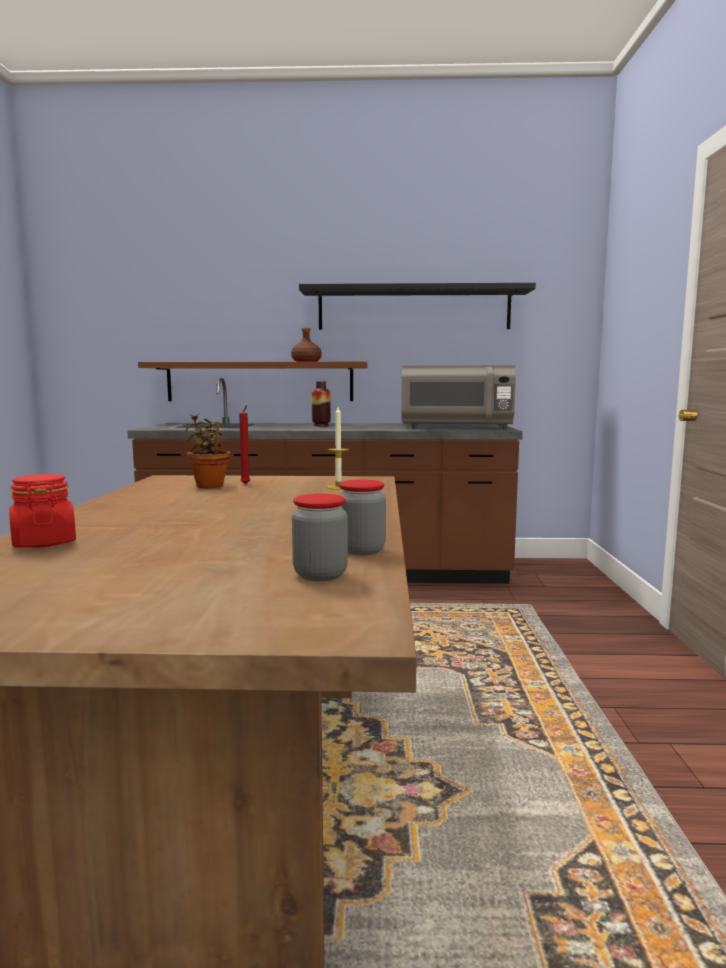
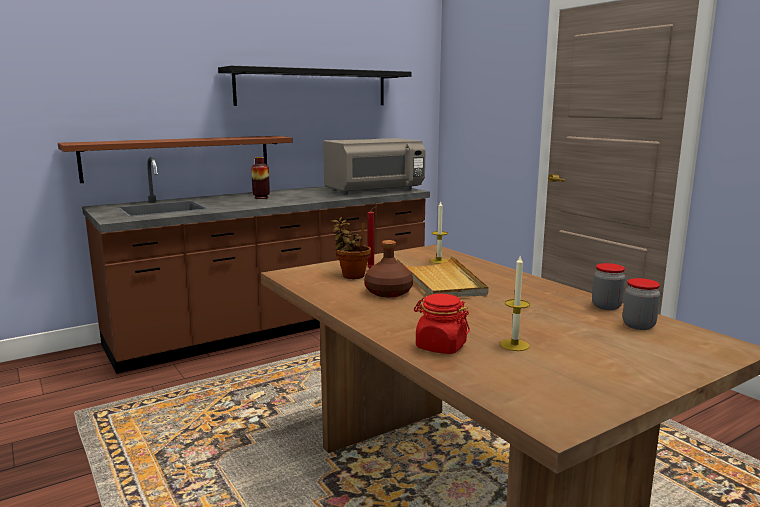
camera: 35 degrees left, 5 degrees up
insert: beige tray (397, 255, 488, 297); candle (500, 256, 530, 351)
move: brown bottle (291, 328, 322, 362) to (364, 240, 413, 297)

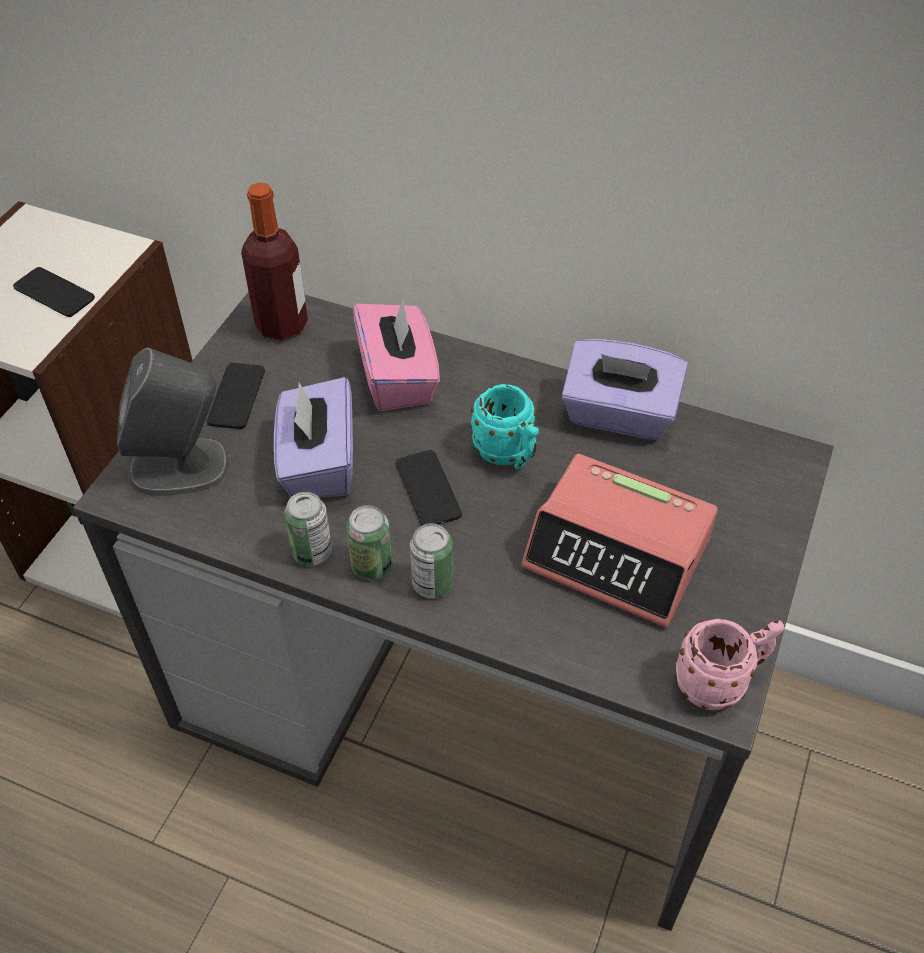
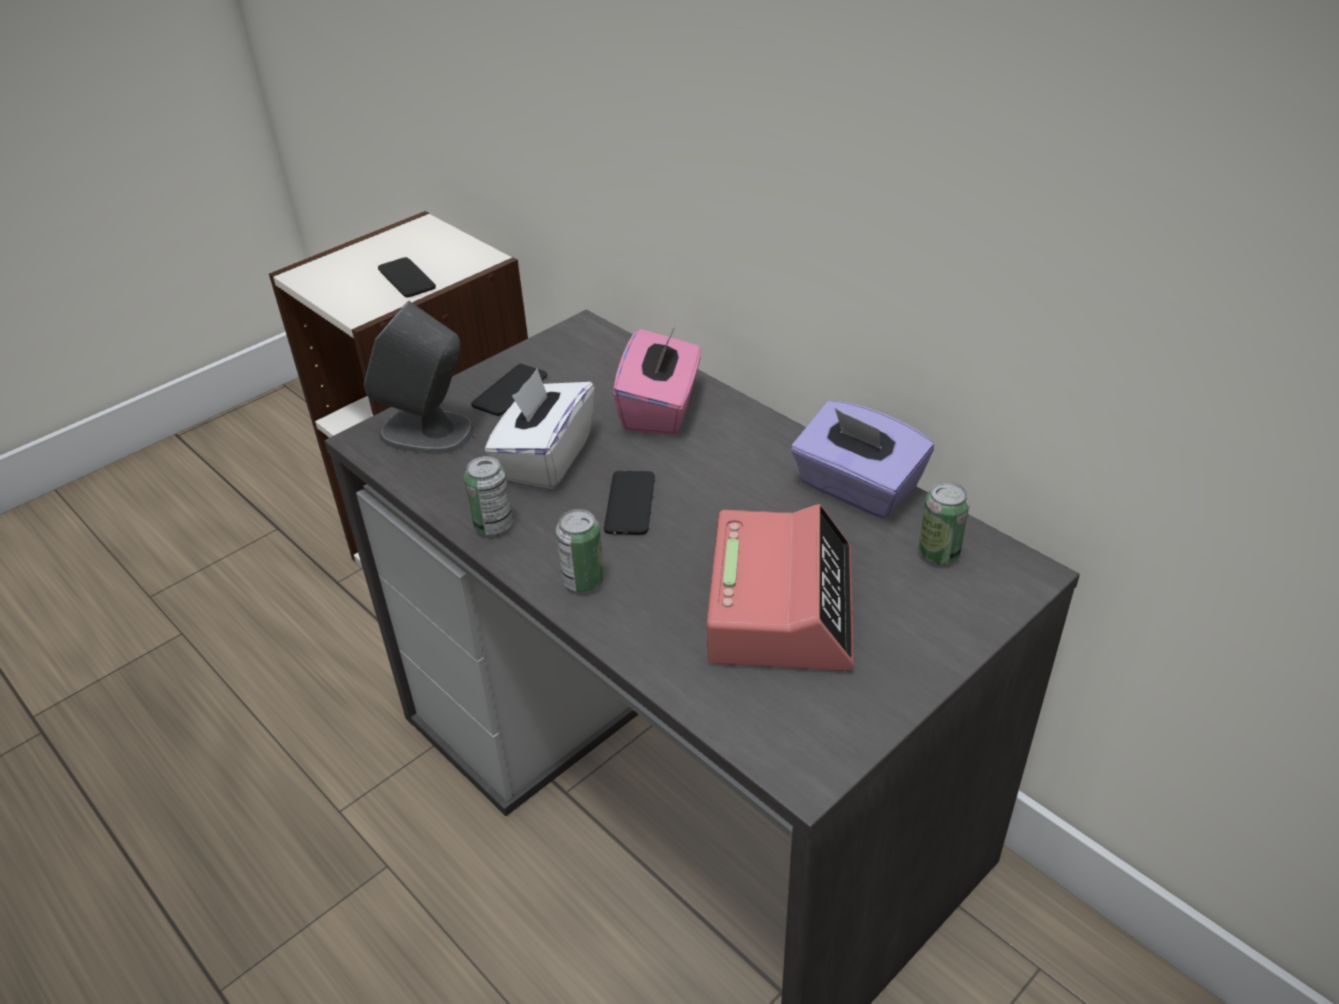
camera: 25 degrees right, 10 degrees down
delete: bottle (241, 182, 308, 341); turquoise mug (471, 384, 539, 469); pink mug (674, 619, 785, 710)
move: can (346, 505, 392, 580) to (918, 482, 970, 565)
recolor: purple tissue box (274, 377, 353, 497) to white tissue box (485, 369, 595, 489)
rotate: alarm clock (521, 454, 718, 628) = (706, 504, 854, 671) 135 degrees counterclockwise

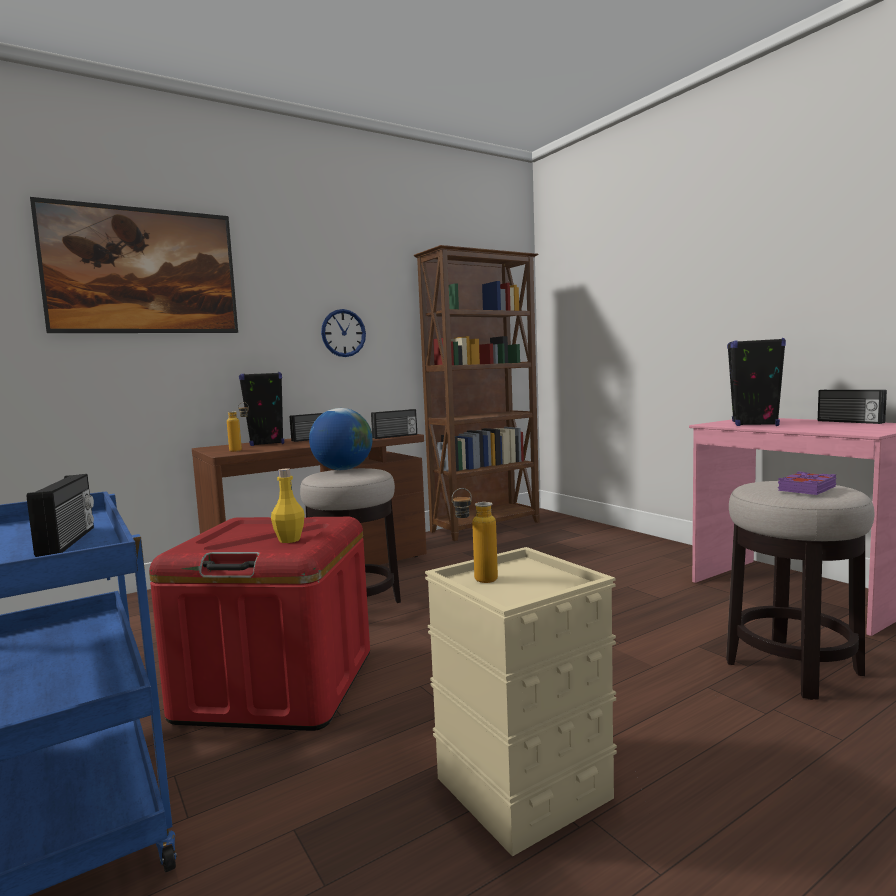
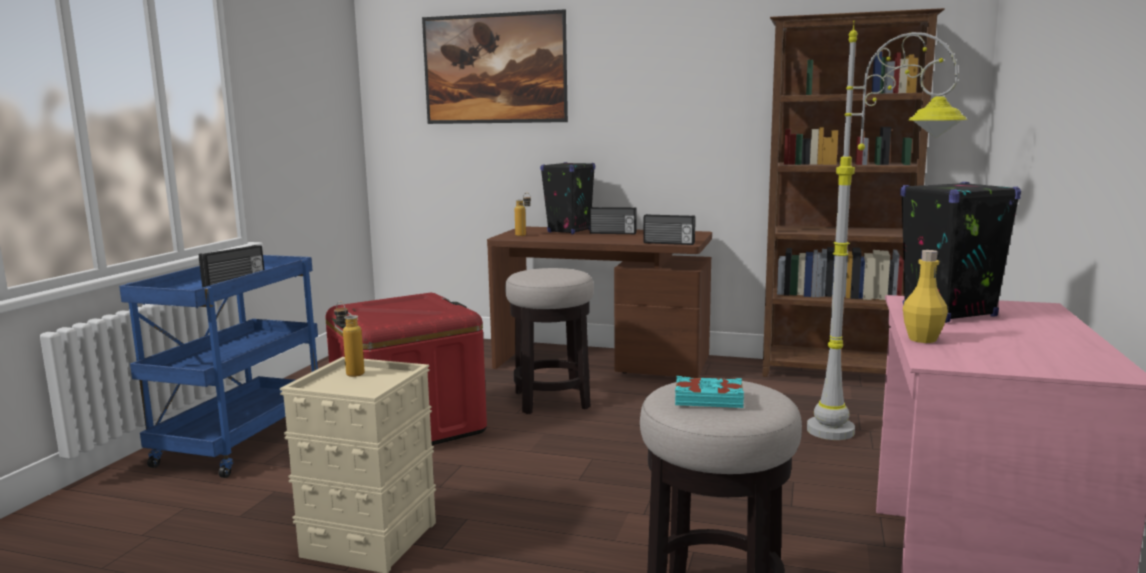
camera: 50 degrees right, 5 degrees up
delete: globe (309, 408, 373, 470); wall clock (321, 309, 366, 357); radio (818, 390, 887, 424)
insert: grey floor lamp (807, 21, 967, 440)
move: yellow bottle (271, 469, 305, 543) to (903, 250, 948, 343)
recolor: purple book (778, 471, 837, 495) to turquoise book (675, 376, 744, 408)

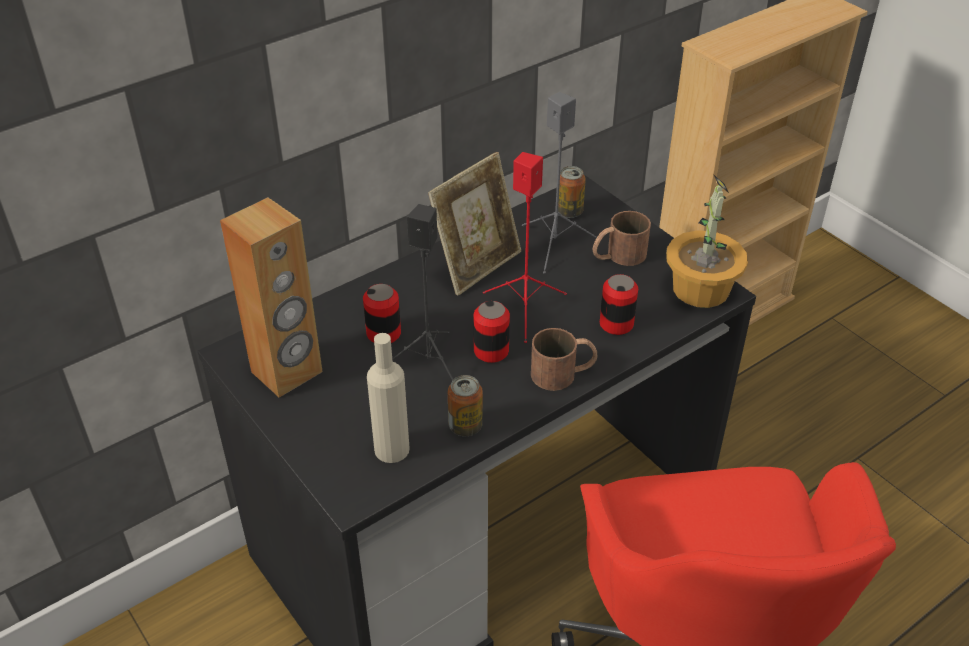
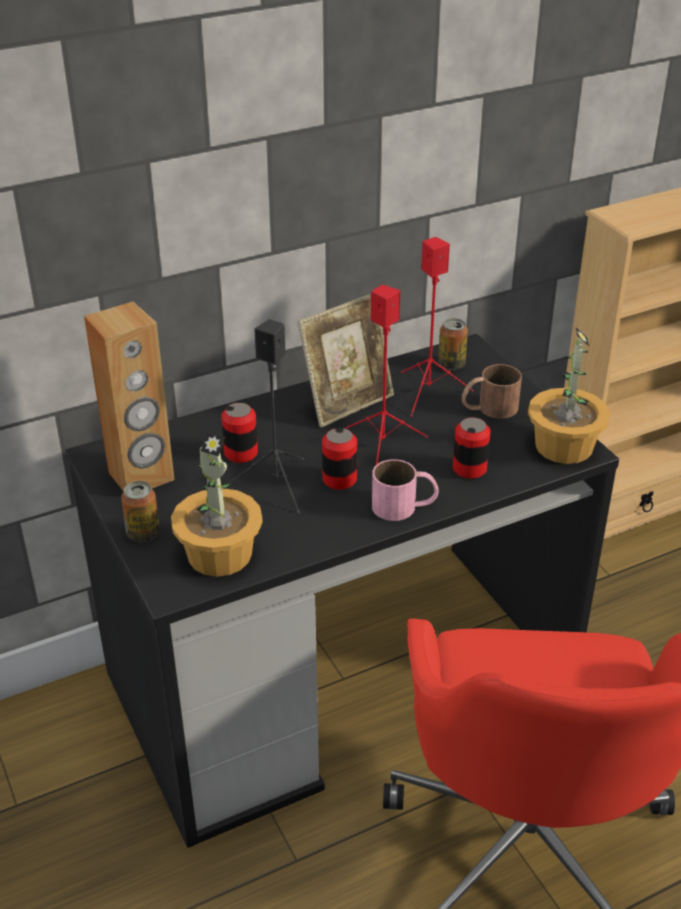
camera: 10 degrees right, 5 degrees down
move: can (448, 375, 483, 436) to (121, 481, 160, 542)
replace: beige bottle (367, 333, 410, 463) to potted plant (171, 432, 263, 577)
recolor: grey speaker (522, 92, 597, 274) to red speaker (401, 237, 474, 417); brown mug (531, 328, 597, 391) to pink mug (372, 459, 439, 521)

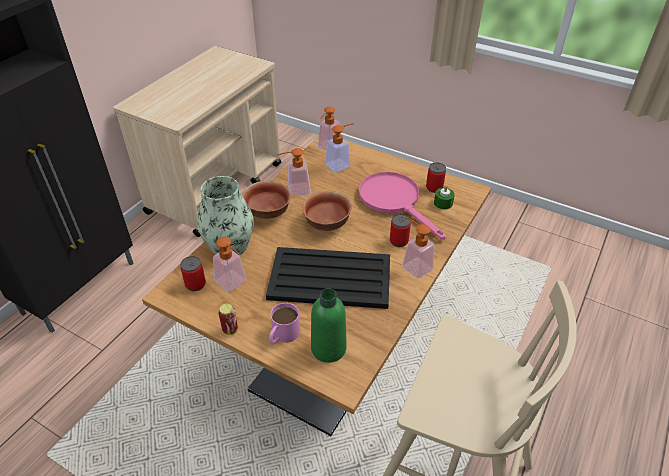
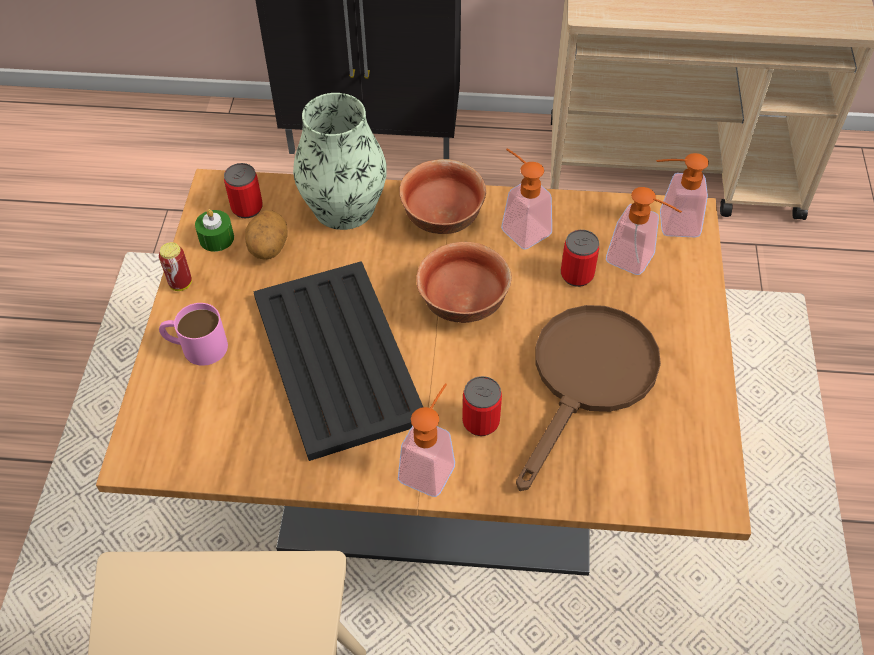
camera: 65 degrees right, 10 degrees up
delete: green bottle (311, 288, 347, 363)
move: can (426, 162, 446, 193) to (561, 230, 599, 287); green candle (434, 185, 455, 209) to (195, 209, 234, 252)
replace: soap dispenser (213, 237, 246, 292) to potato (245, 210, 287, 260)
recolor: pink frying pan (359, 172, 446, 240) to brown frying pan (516, 305, 661, 491)

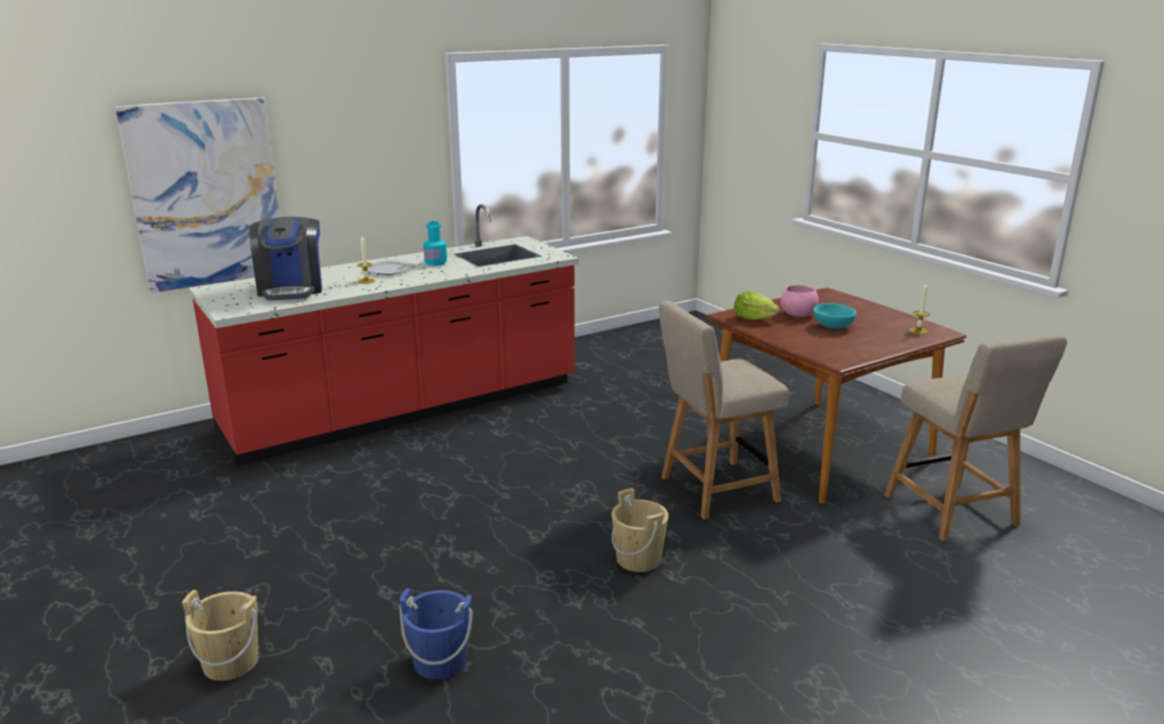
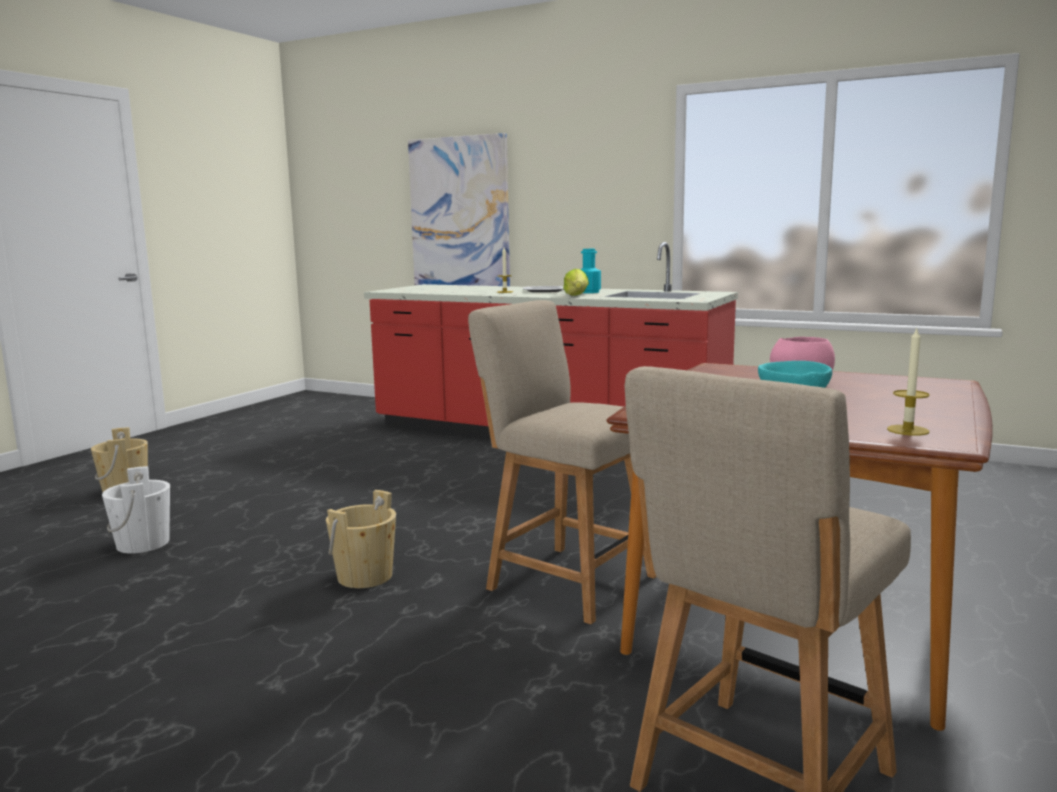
camera: 60 degrees right, 10 degrees down
delete: coffee machine (249, 217, 322, 300)
move: lettuce (734, 291, 779, 320) to (563, 269, 589, 296)
recolor: blue bucket (399, 588, 473, 679) to white bucket (102, 466, 170, 554)

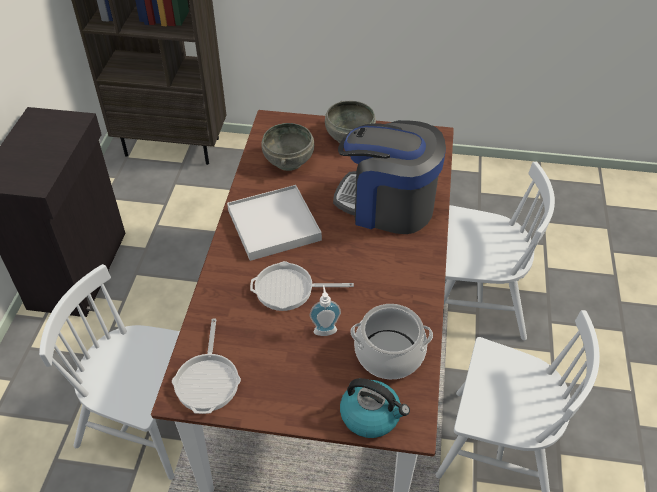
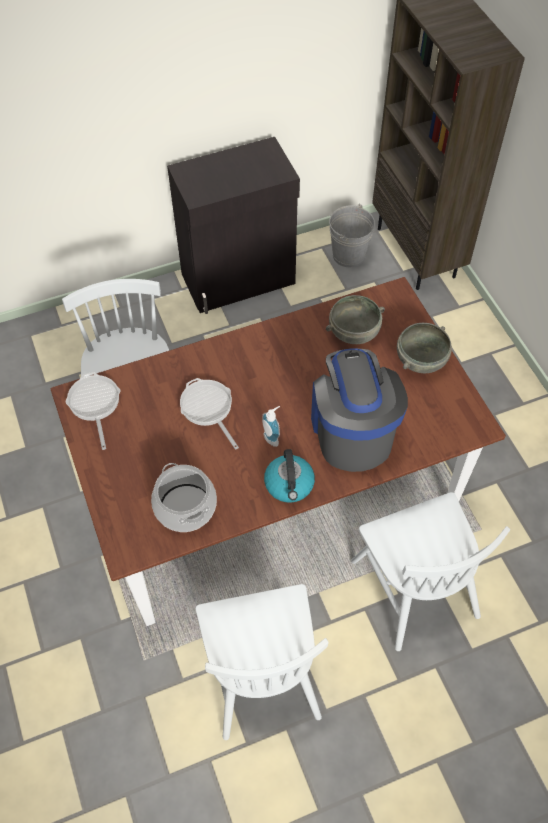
camera: 60 degrees right, 10 degrees up
delete: white tray (227, 185, 322, 261)
insert: grey bucket (329, 204, 375, 267)
move: soap dispenser (310, 285, 341, 336) to (262, 406, 280, 447); kettle (340, 378, 410, 438) to (264, 449, 315, 502)
rotate: frying pan (172, 318, 241, 414) = (65, 372, 120, 450) 105 degrees clockwise

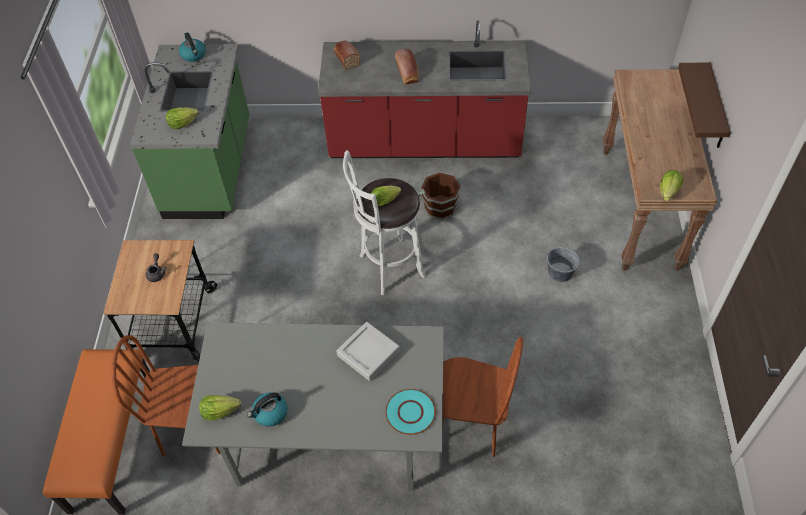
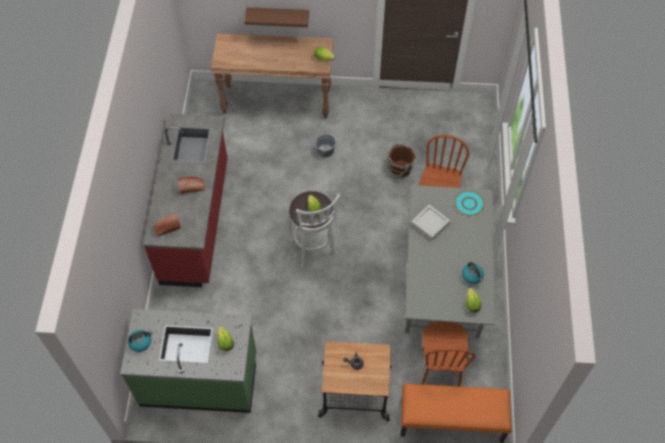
camera: 90 degrees left, 5 degrees up
move: brown bucket (418, 172, 462, 220) to (386, 143, 417, 178)

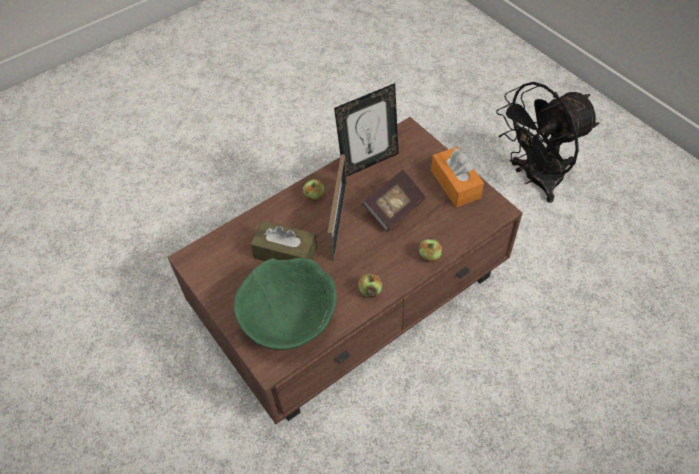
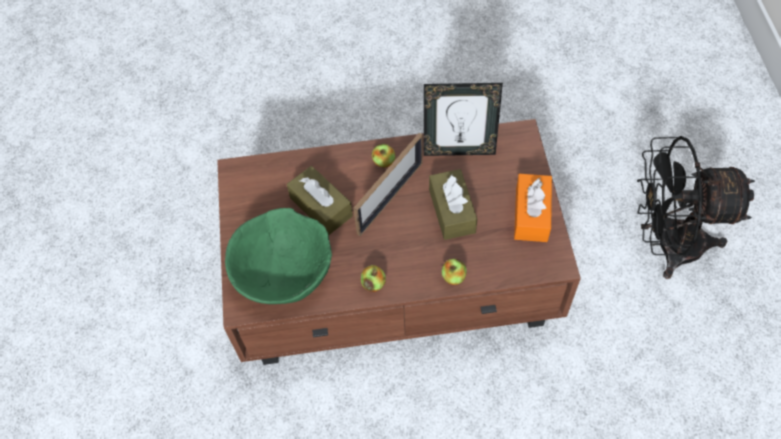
camera: 30 degrees right, 5 degrees up
replace: book (362, 169, 425, 232) to brown tissue box (429, 169, 477, 240)

